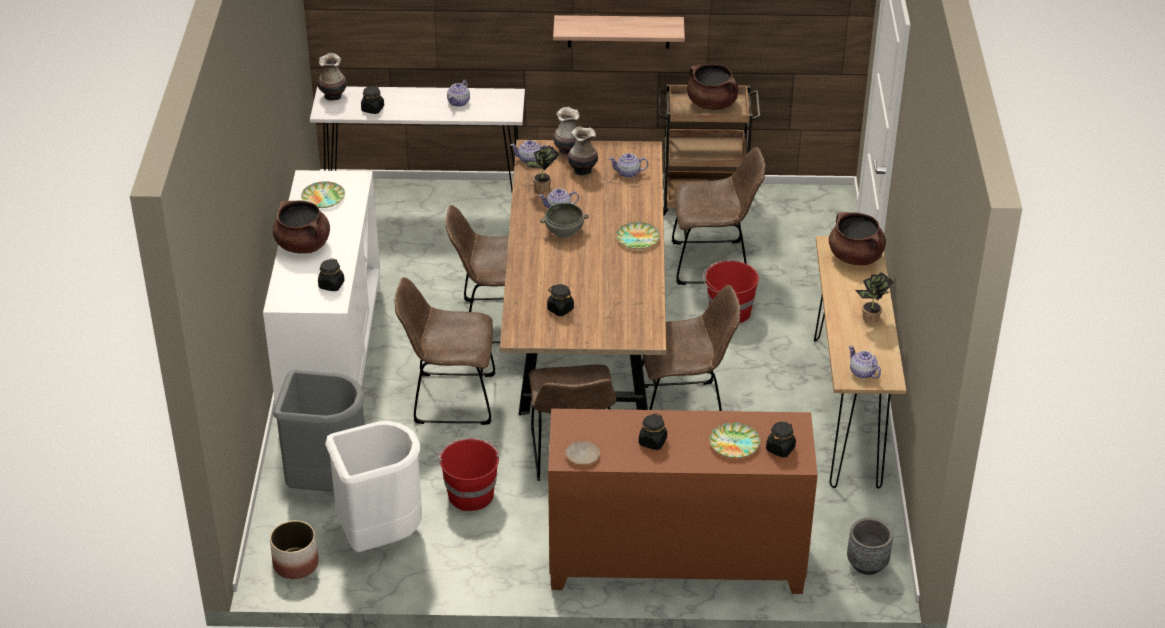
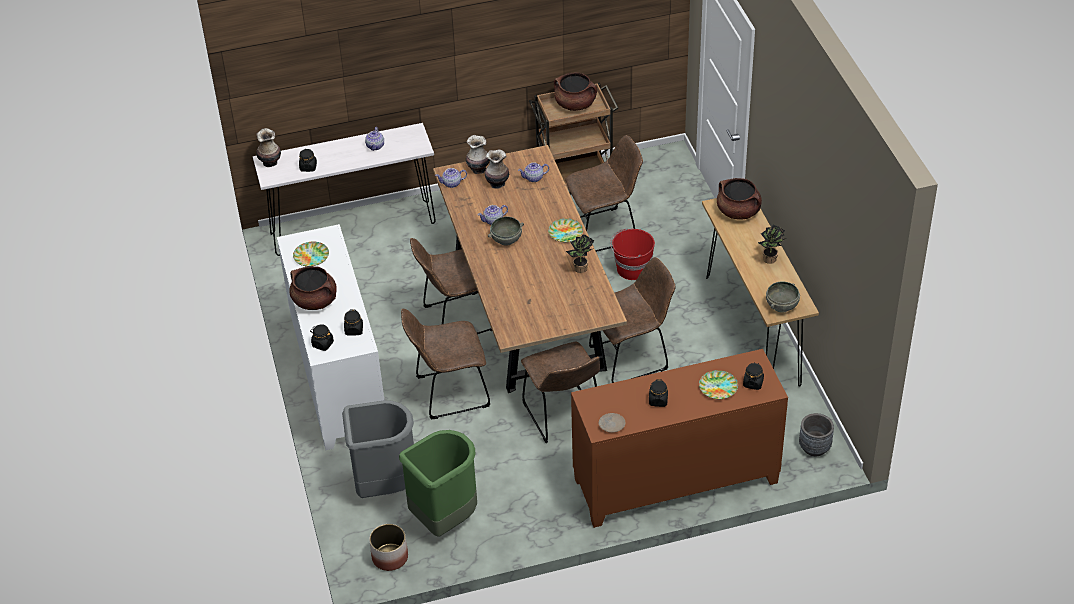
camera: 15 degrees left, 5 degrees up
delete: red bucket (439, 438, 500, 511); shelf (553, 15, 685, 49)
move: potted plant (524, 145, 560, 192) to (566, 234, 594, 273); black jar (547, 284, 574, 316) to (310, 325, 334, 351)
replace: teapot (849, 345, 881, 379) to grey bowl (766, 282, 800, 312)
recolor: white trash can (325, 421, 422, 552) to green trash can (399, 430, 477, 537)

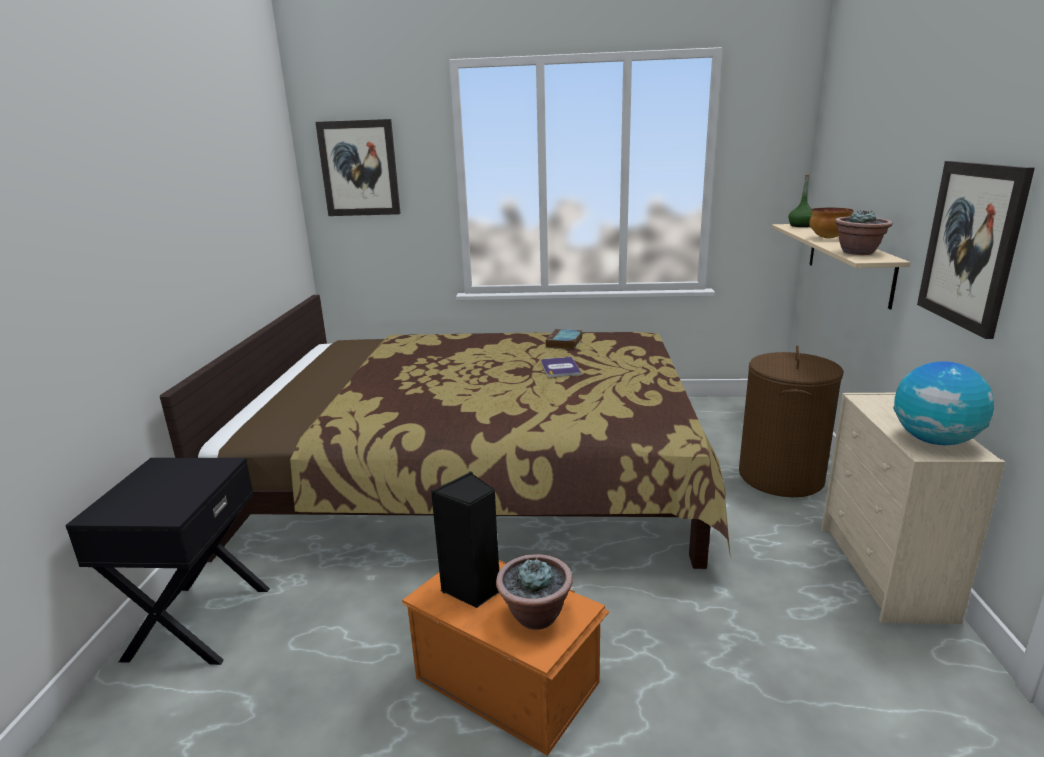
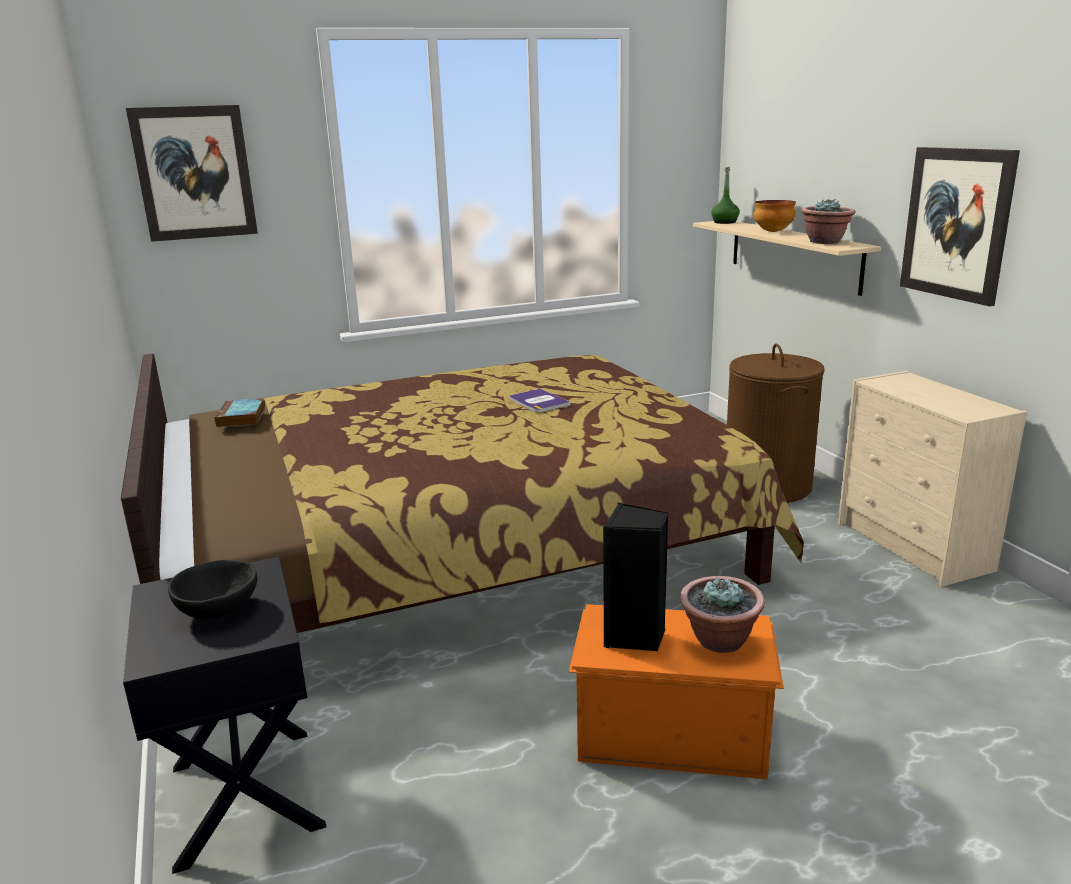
camera: 25 degrees left, 0 degrees up
delete: globe (893, 361, 994, 445)
insert: black bowl (168, 560, 257, 619)
move: book (545, 329, 583, 349) to (215, 398, 265, 427)

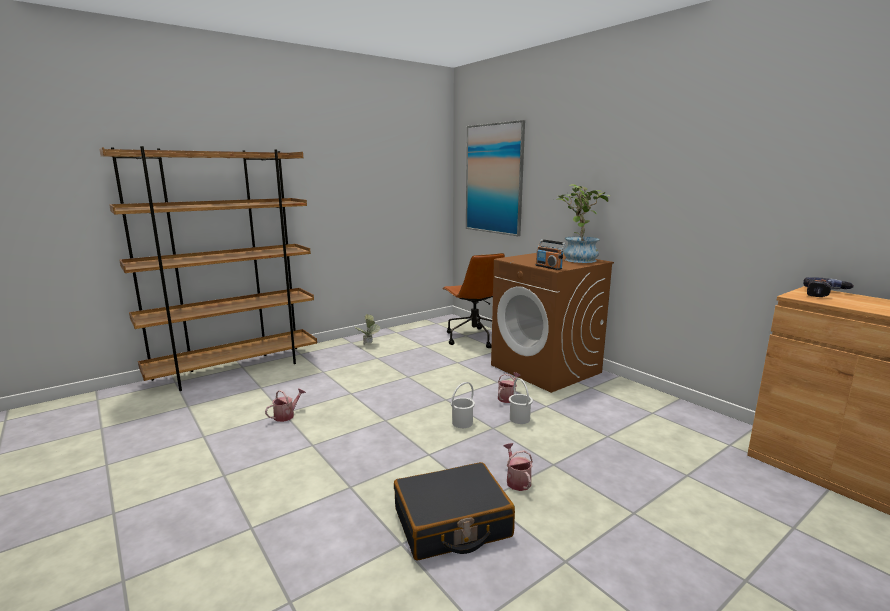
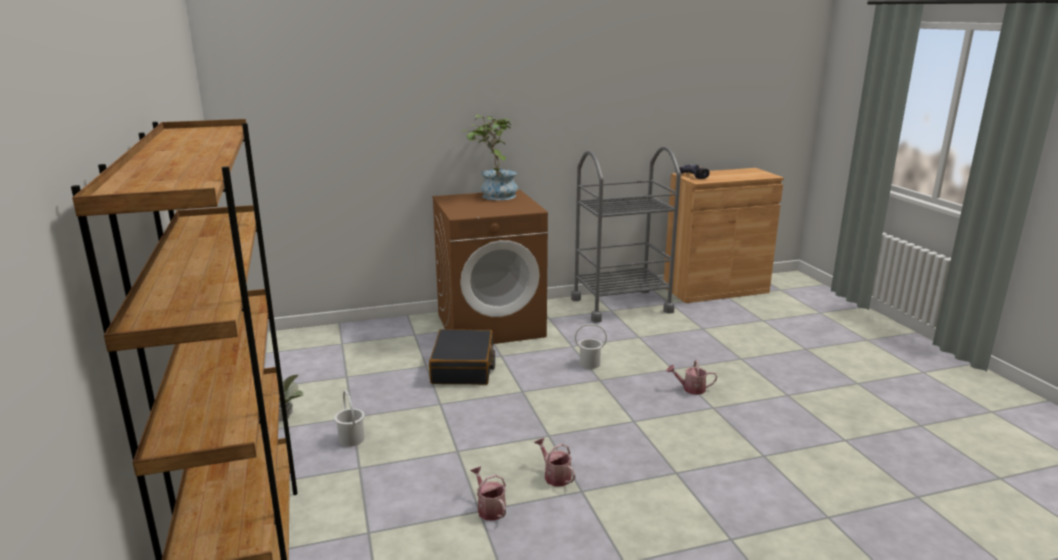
camera: 70 degrees left, 5 degrees up
delete: brown office chair (442, 253, 505, 348); picture (466, 120, 525, 236); radio (536, 239, 566, 270)
insert: grey cart (571, 146, 681, 323)
move: black suitcase (394, 462, 515, 561) to (429, 329, 495, 385); white bucket (451, 382, 475, 428) to (334, 390, 365, 447); watering can (498, 372, 521, 403) to (534, 438, 576, 486)

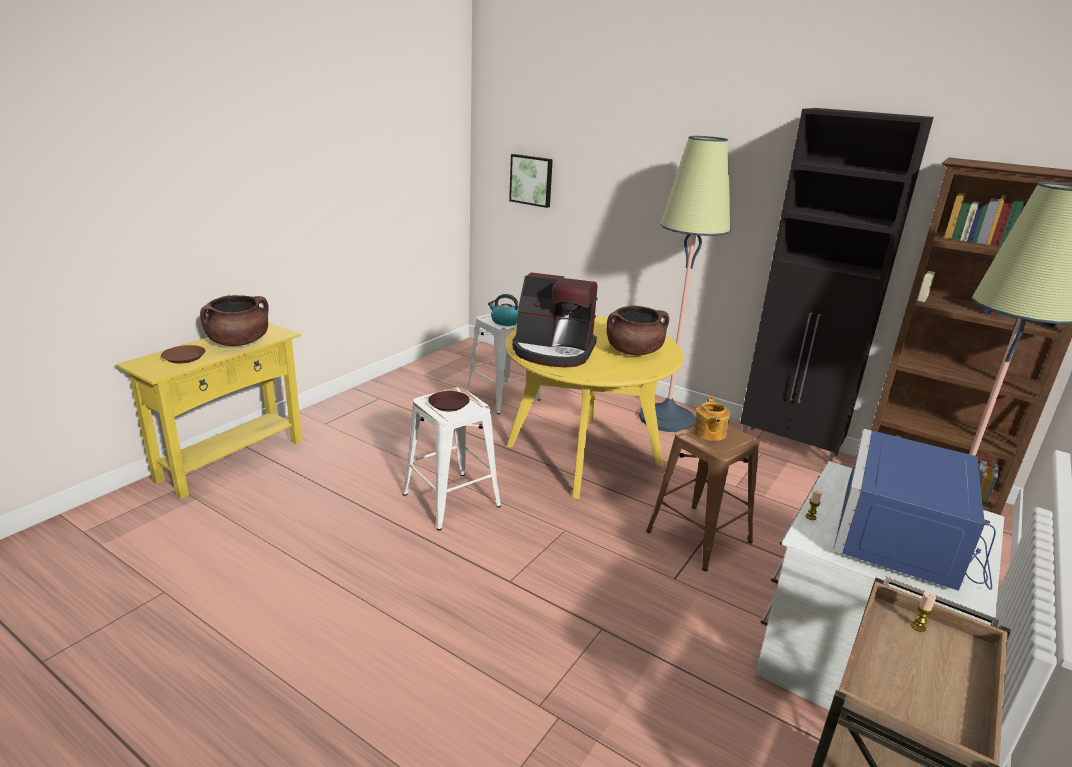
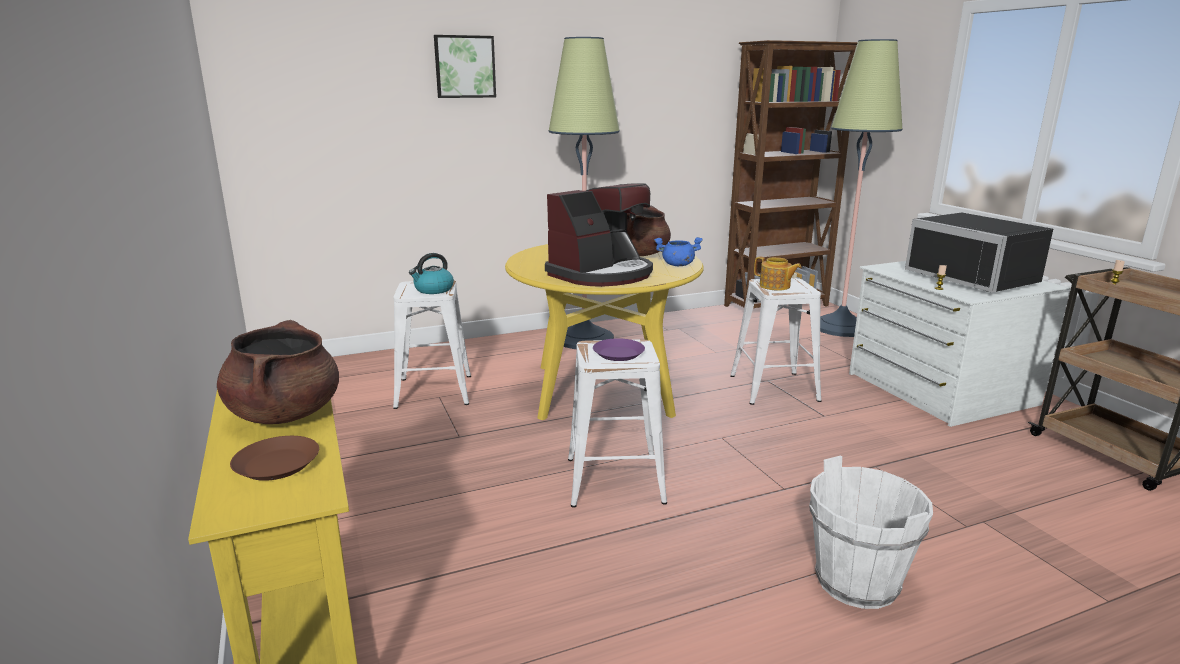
camera: 55 degrees left, 5 degrees down
delete: black cabinet (740, 108, 934, 462)
insert: blue cooking pot (654, 237, 703, 266); white bucket (809, 456, 933, 609)
move: picture (509, 154, 553, 208) to (434, 35, 496, 98)
recolor: brown plate (428, 391, 470, 411) to purple plate (593, 338, 645, 361); brown stool (646, 425, 760, 571) to white stool (730, 278, 822, 405); blue microwave (833, 429, 996, 591) to black microwave (905, 213, 1053, 292)

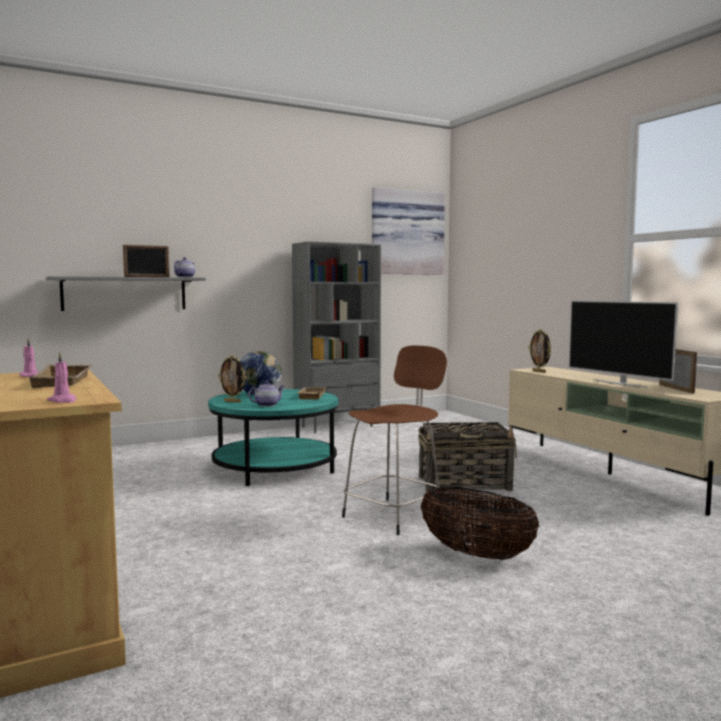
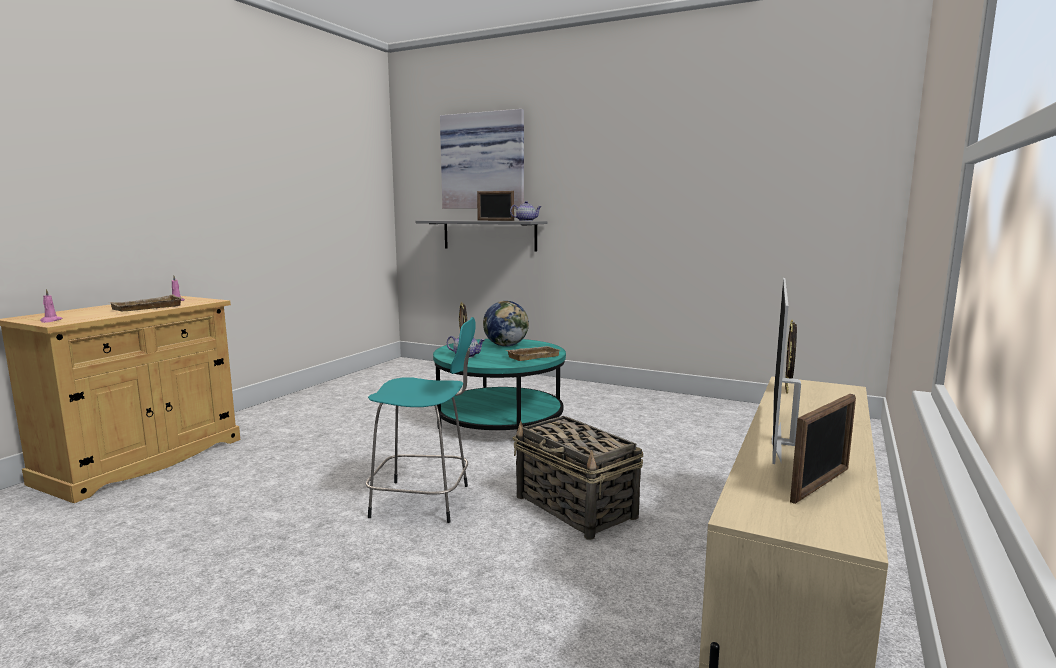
camera: 55 degrees right, 5 degrees up
delete: grey bookcase (292, 241, 381, 433); basket (420, 487, 539, 560)
move: picture (372, 187, 445, 275) to (440, 109, 524, 209)
recolor: brown stool (342, 345, 447, 535) to turquoise stool (366, 317, 476, 523)

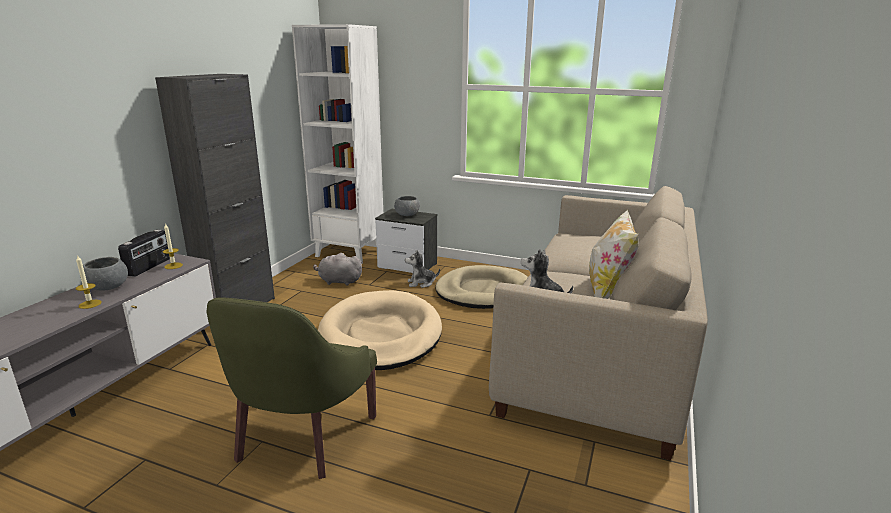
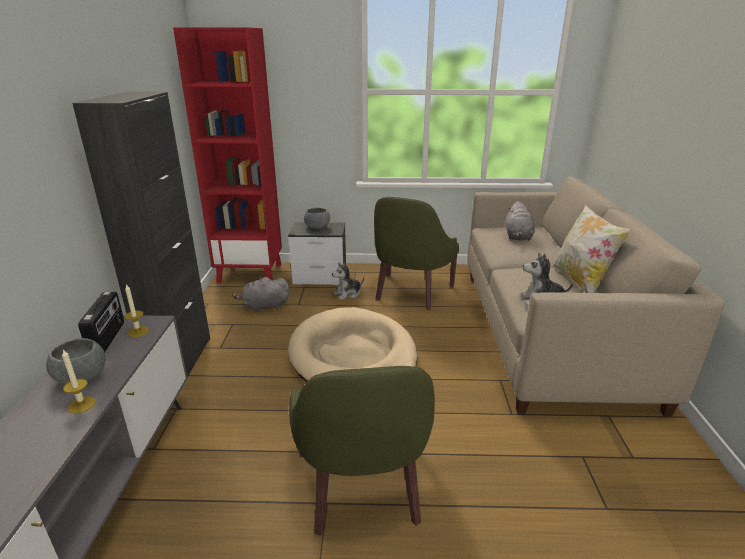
camera: 20 degrees left, 5 degrees up
insert: grey plush toy (505, 201, 535, 241)
replace: beige dog bed (435, 265, 528, 309) to green armchair (374, 197, 459, 310)
recolor: white bookcase (292, 24, 383, 264) to red bookcase (173, 27, 282, 283)

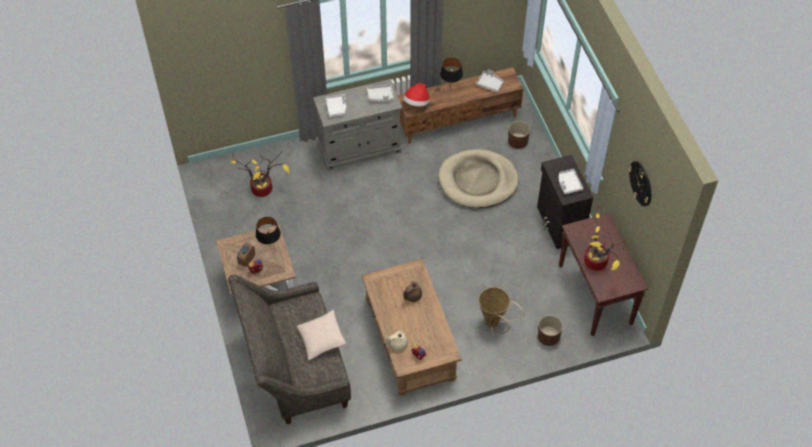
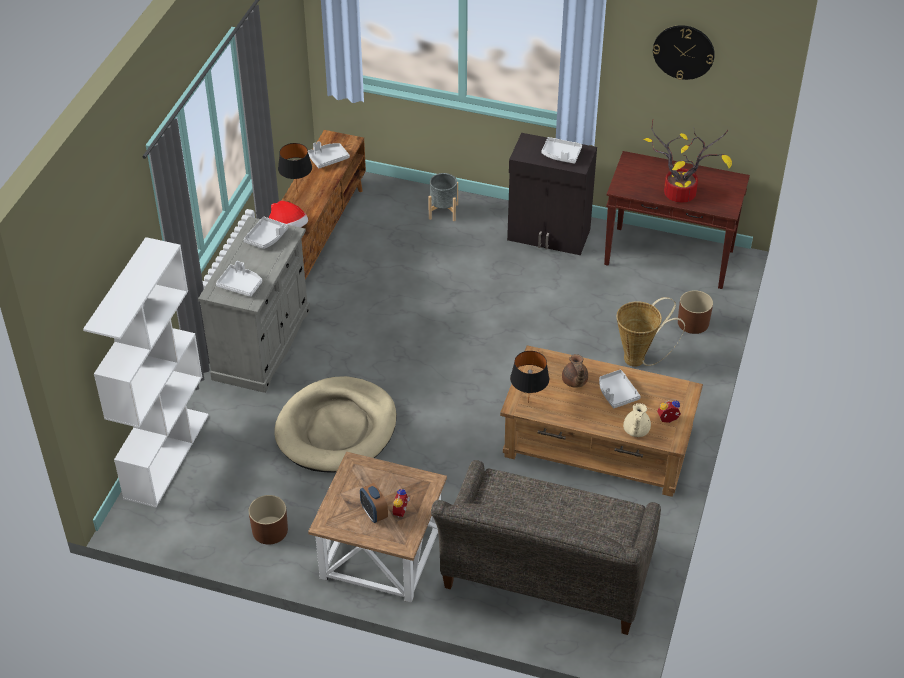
camera: 55 degrees left, 10 degrees down
delete: potted plant (230, 152, 290, 197); beige pillow (297, 310, 346, 360)
insert: white bookcase (83, 237, 209, 507); grey planter (428, 173, 458, 221); grey tray (599, 369, 641, 408)
move: black table lamp (256, 217, 281, 244) to (510, 351, 549, 403); beige dog bed (438, 149, 519, 208) to (274, 376, 397, 472); brown planter (508, 121, 530, 149) to (249, 495, 288, 545)

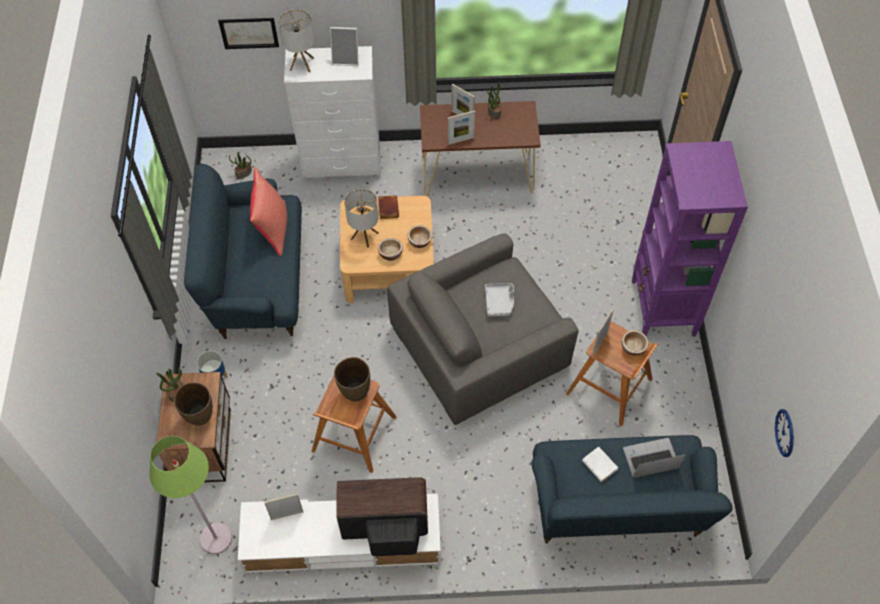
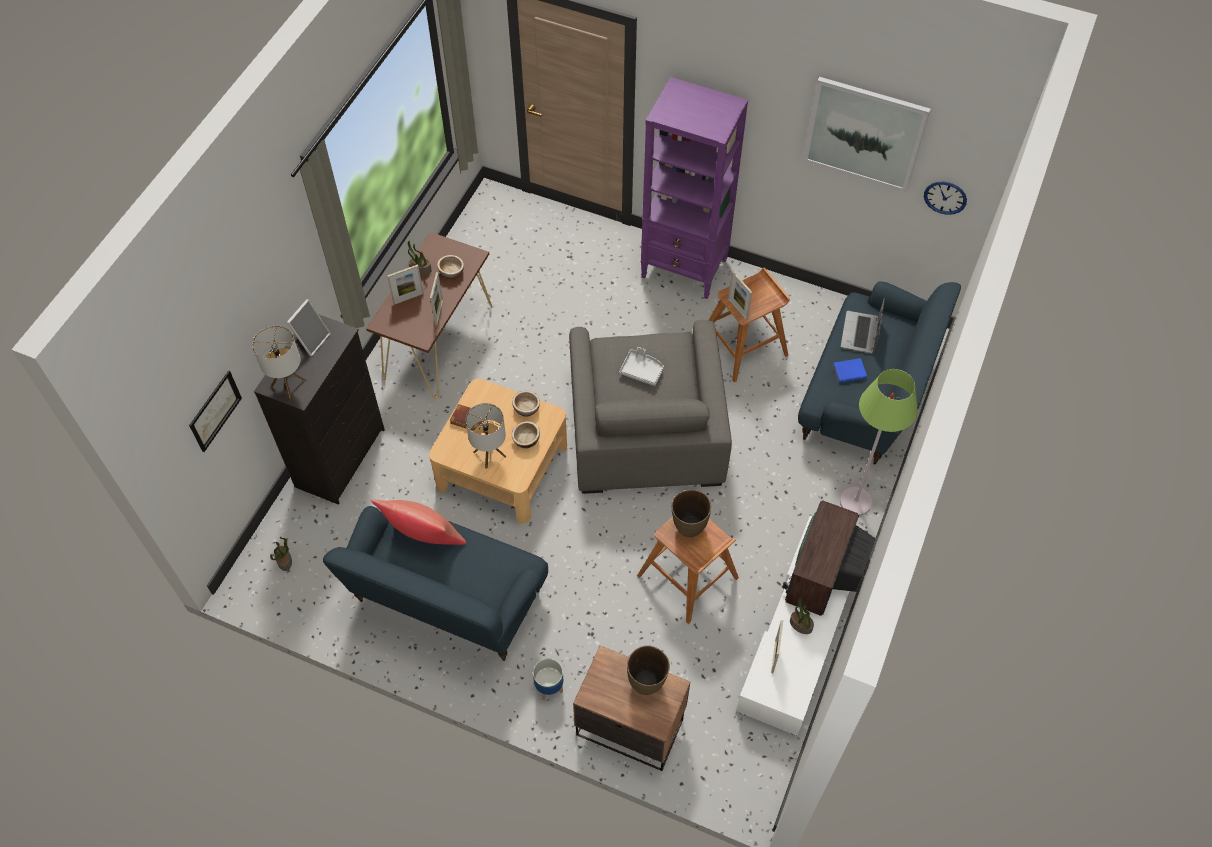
camera: 65 degrees left, 0 degrees up
insert: picture (803, 77, 930, 193)
move: green floor lamp (150, 436, 232, 554) to (840, 369, 917, 516); potted plant (156, 368, 183, 402) to (790, 597, 814, 634); bowl (622, 330, 649, 356) to (437, 255, 464, 279)
recolor: white dresser (284, 46, 381, 181) to black dresser (254, 314, 385, 505); white book (582, 446, 618, 482) to blue book (833, 358, 867, 383)

